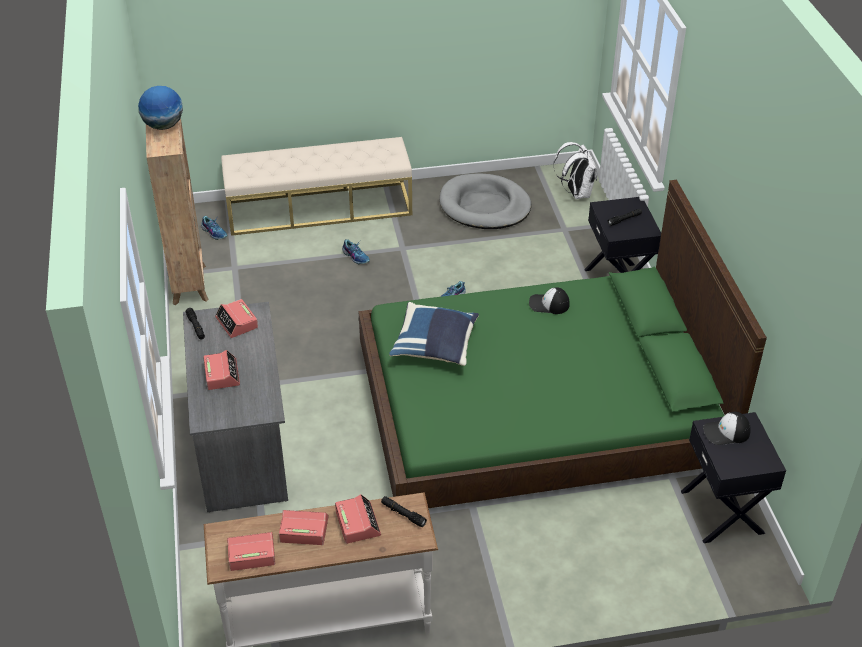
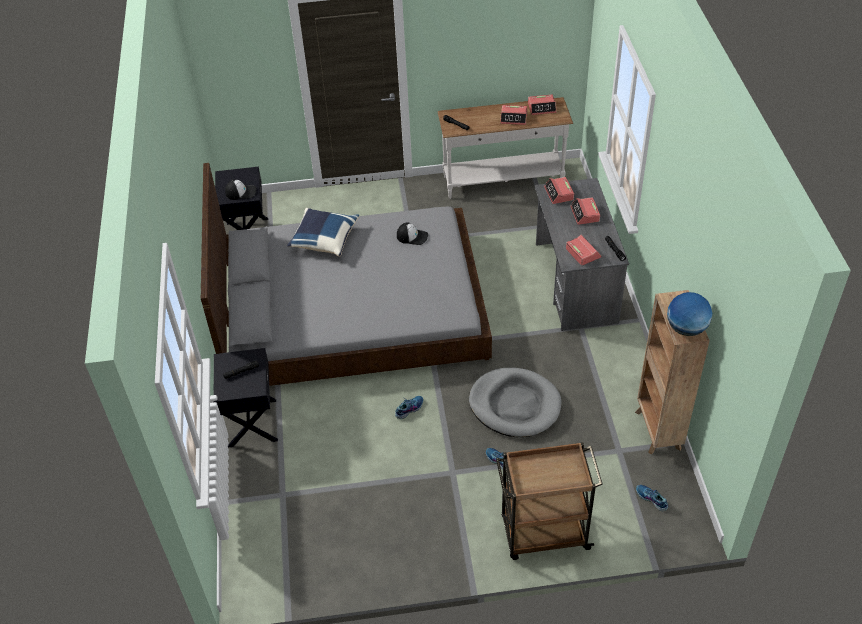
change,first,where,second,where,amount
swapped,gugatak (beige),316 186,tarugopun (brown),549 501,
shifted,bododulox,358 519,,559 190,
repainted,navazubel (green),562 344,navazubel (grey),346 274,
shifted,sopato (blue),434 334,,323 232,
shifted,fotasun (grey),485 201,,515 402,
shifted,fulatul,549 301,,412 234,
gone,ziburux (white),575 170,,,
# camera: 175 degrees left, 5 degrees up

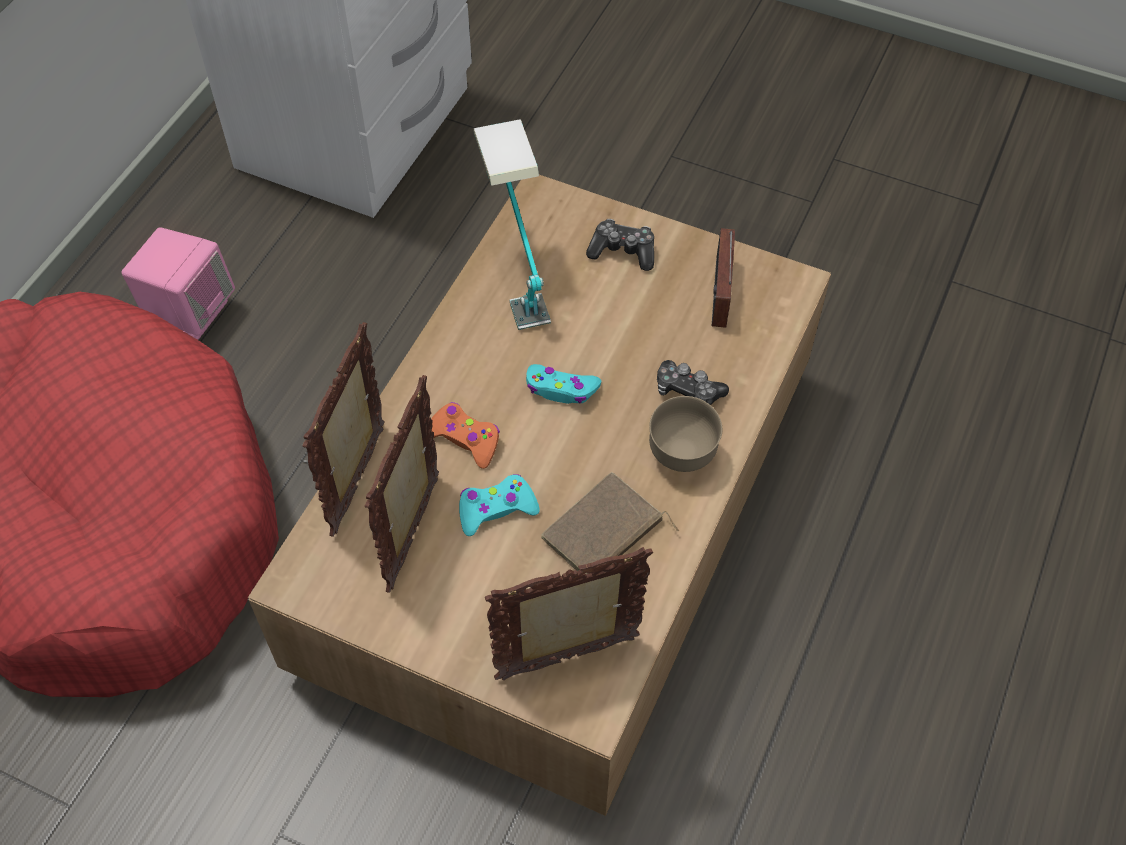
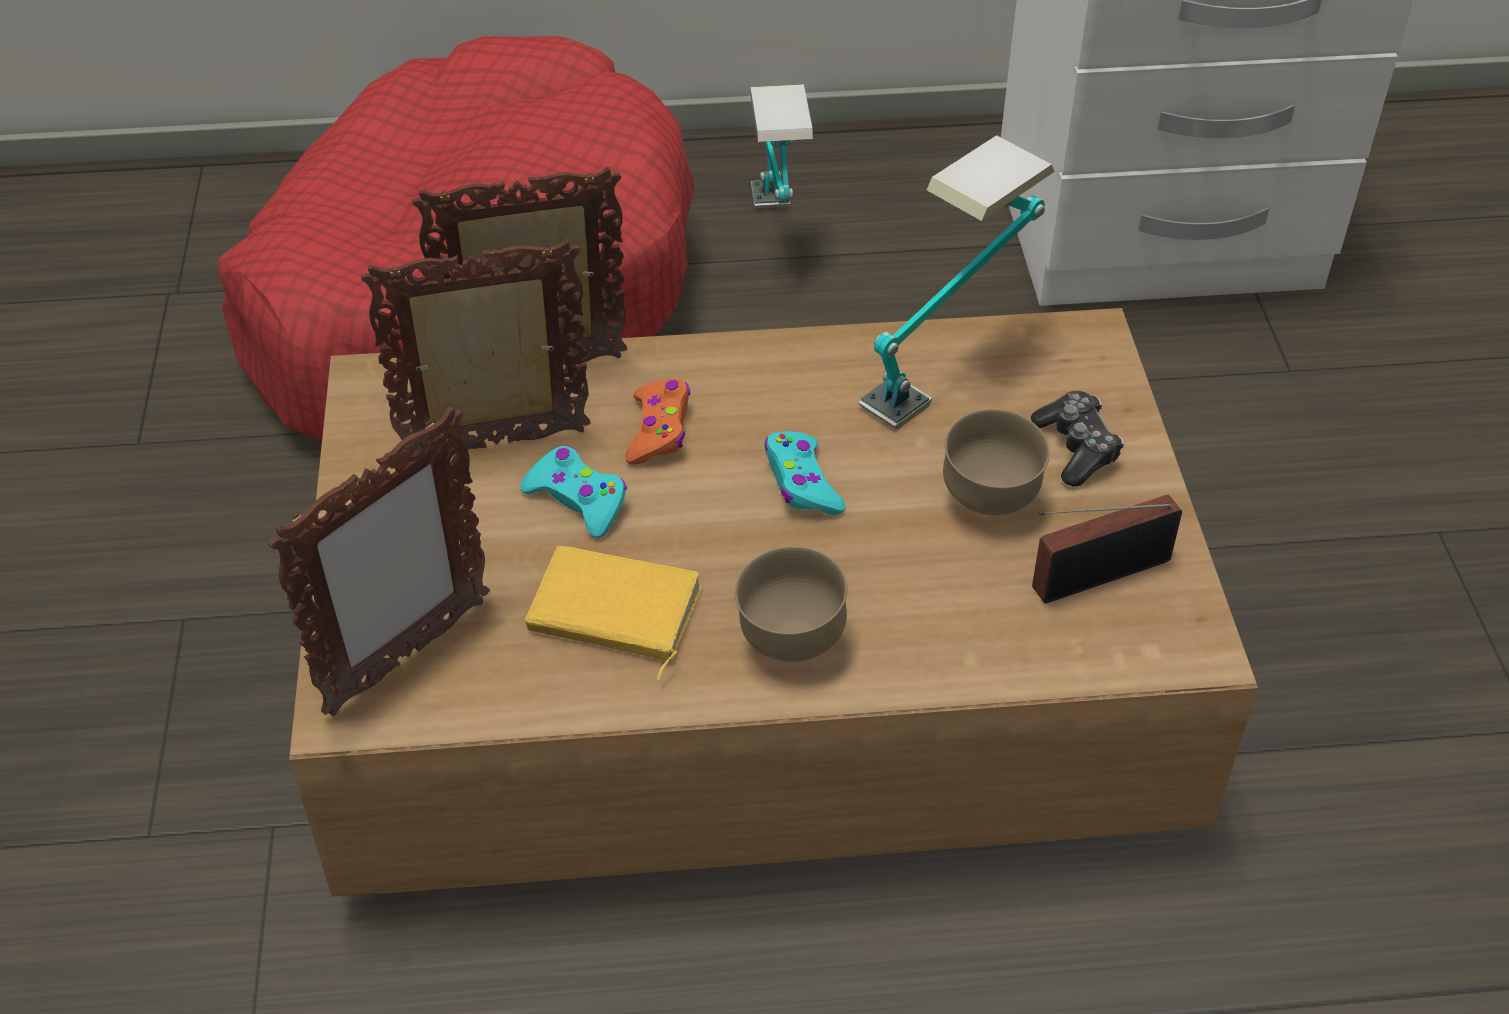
change,first,where,second,where,amount
swapped,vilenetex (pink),178 283,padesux,781 146,
rotated,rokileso,569 613,,379 561,90 degrees clockwise
repainted,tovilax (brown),610 523,tovilax (yellow),614 613,
gone,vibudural,693 382,,,
new,,,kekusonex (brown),996 462,
# camera: 60 degrees right, 10 degrees down

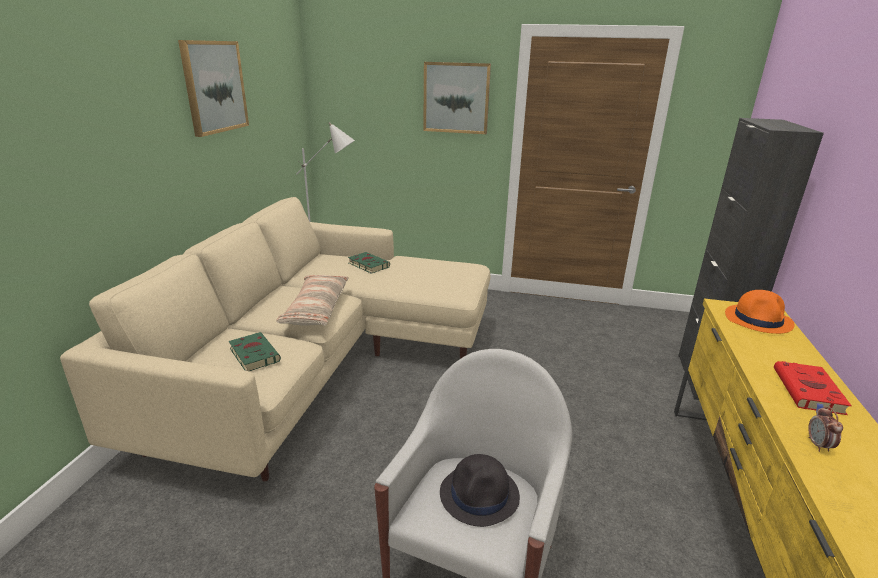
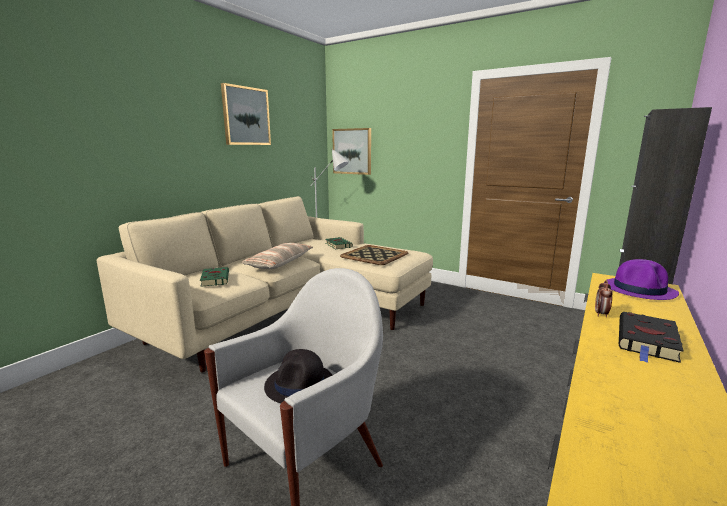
change,first,where,second,where,amount
shifted,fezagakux,457 98,,351 151,
repainted,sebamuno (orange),760 312,sebamuno (purple),641 279,
repainted,tovilax (red),813 388,tovilax (black),651 337,
shifted,bododulox,825 429,,604 298,
new,,,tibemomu,374 255,
# camera: 20 degrees right, 10 degrees down

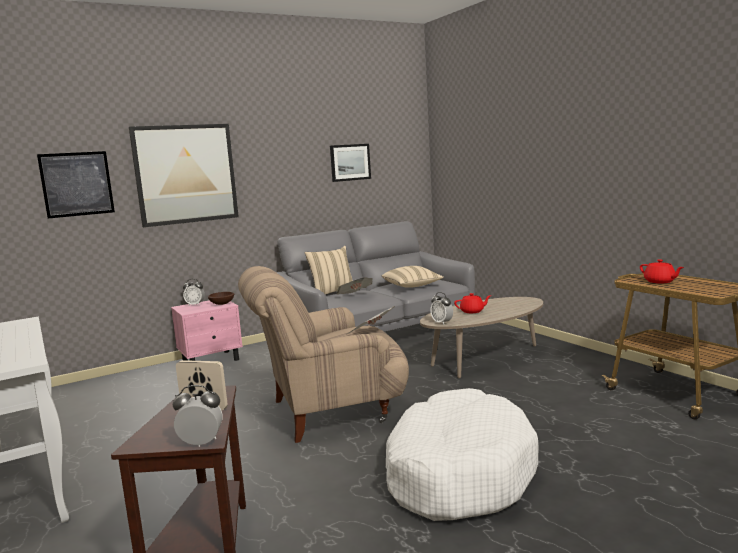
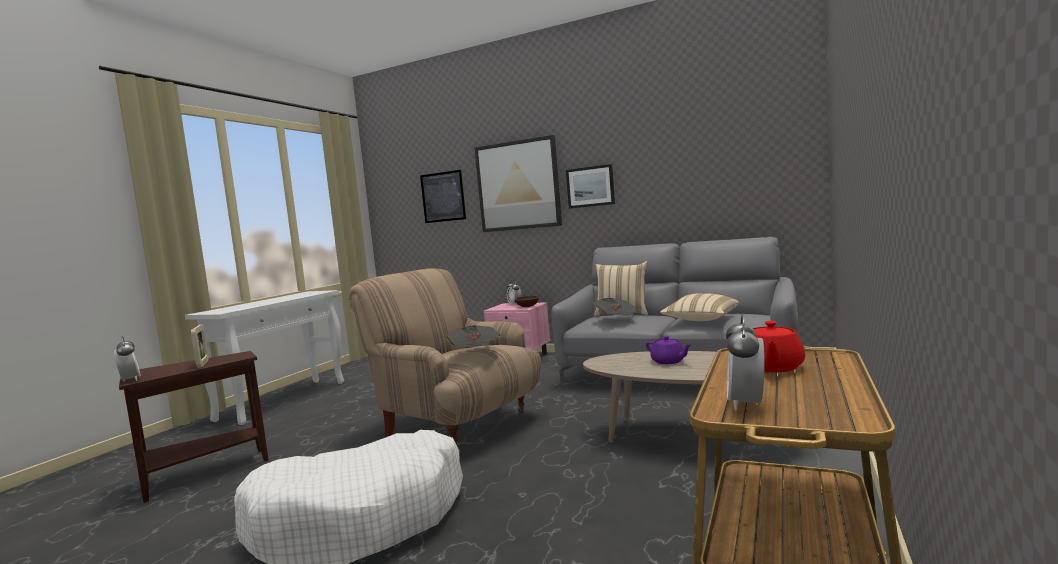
change,first,where,second,where,amount
shifted,fezagakux,350 163,,590 186,
shifted,bododulox,441 308,,745 362,
repainted,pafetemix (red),472 303,pafetemix (purple),669 350,
# camera: 55 degrees right, 5 degrees down

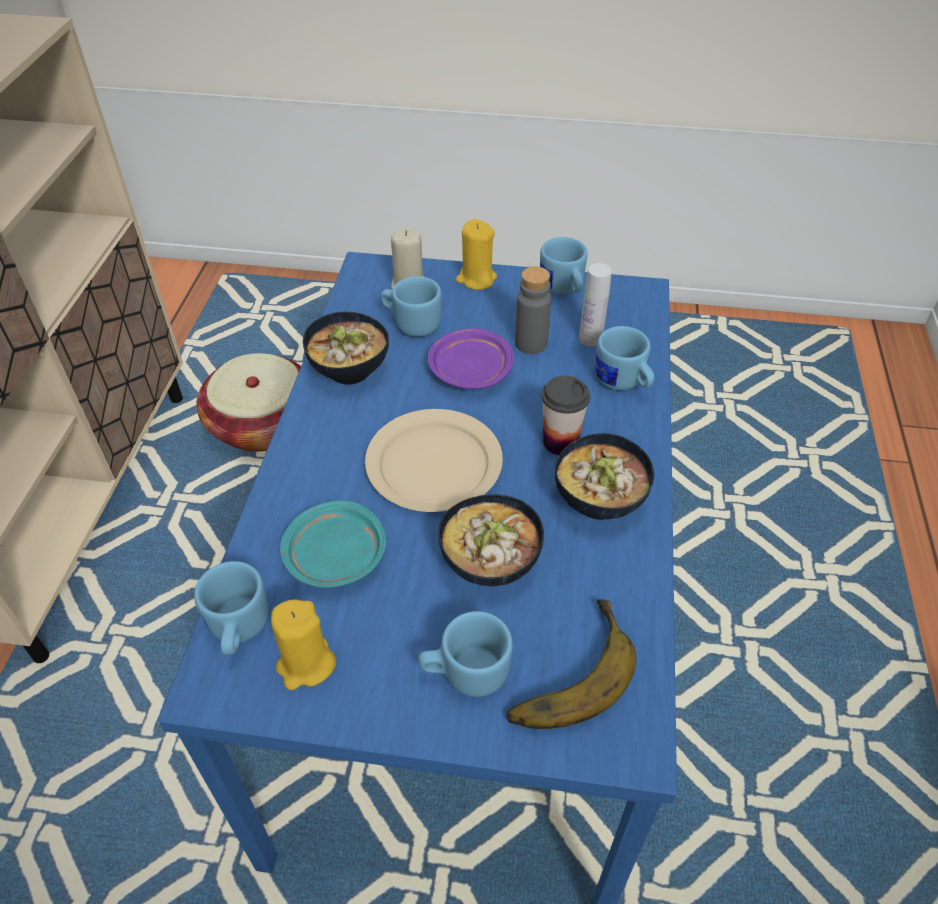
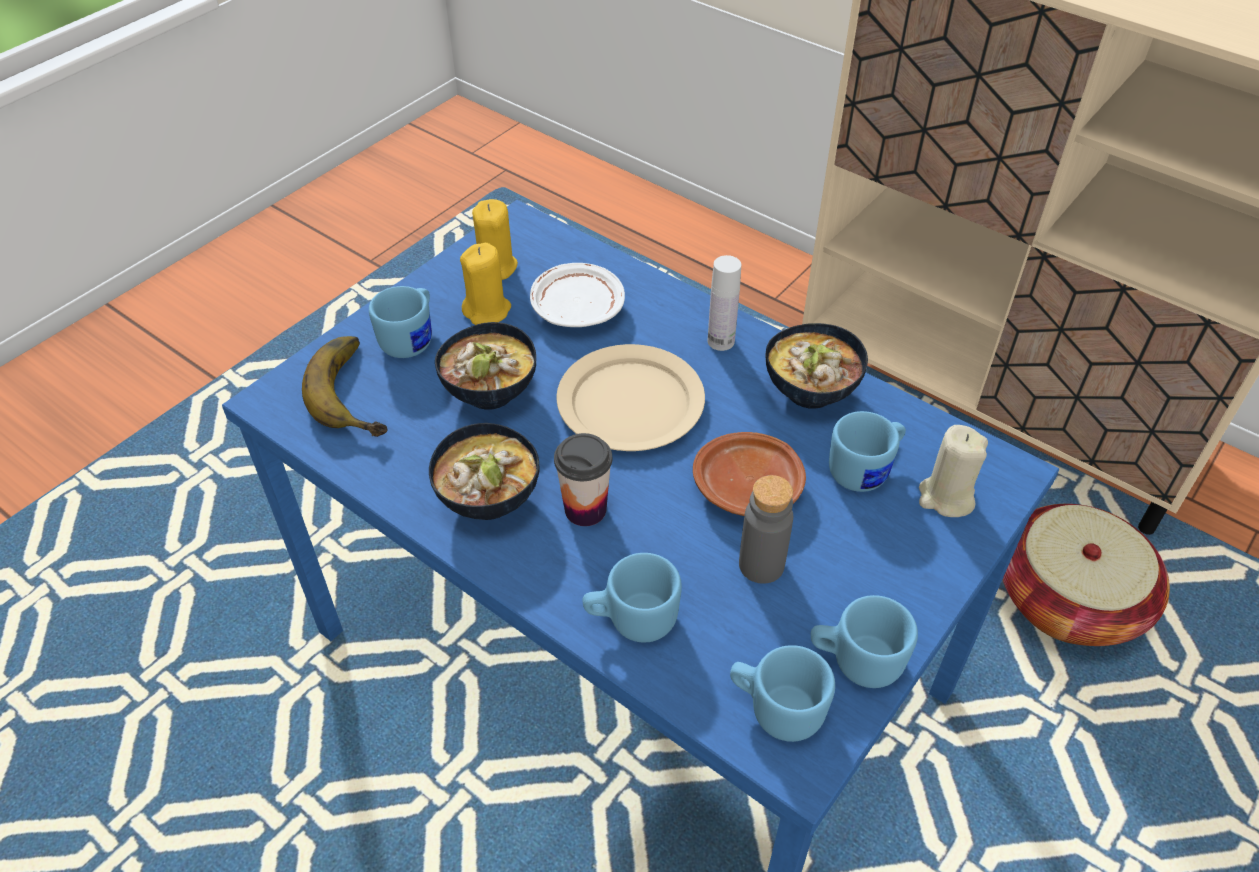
change,first,where,second,where,amount
shifted,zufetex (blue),231 608,,782 693,
repainted,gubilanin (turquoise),333 544,gubilanin (white),577 295,
repainted,gubilanin (purple),471 358,gubilanin (brown),749 474,
shifted,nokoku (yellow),476 254,,485 284,
shifted,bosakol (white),595 305,,724 303,
# camera: 120 degrees right, 0 degrees up

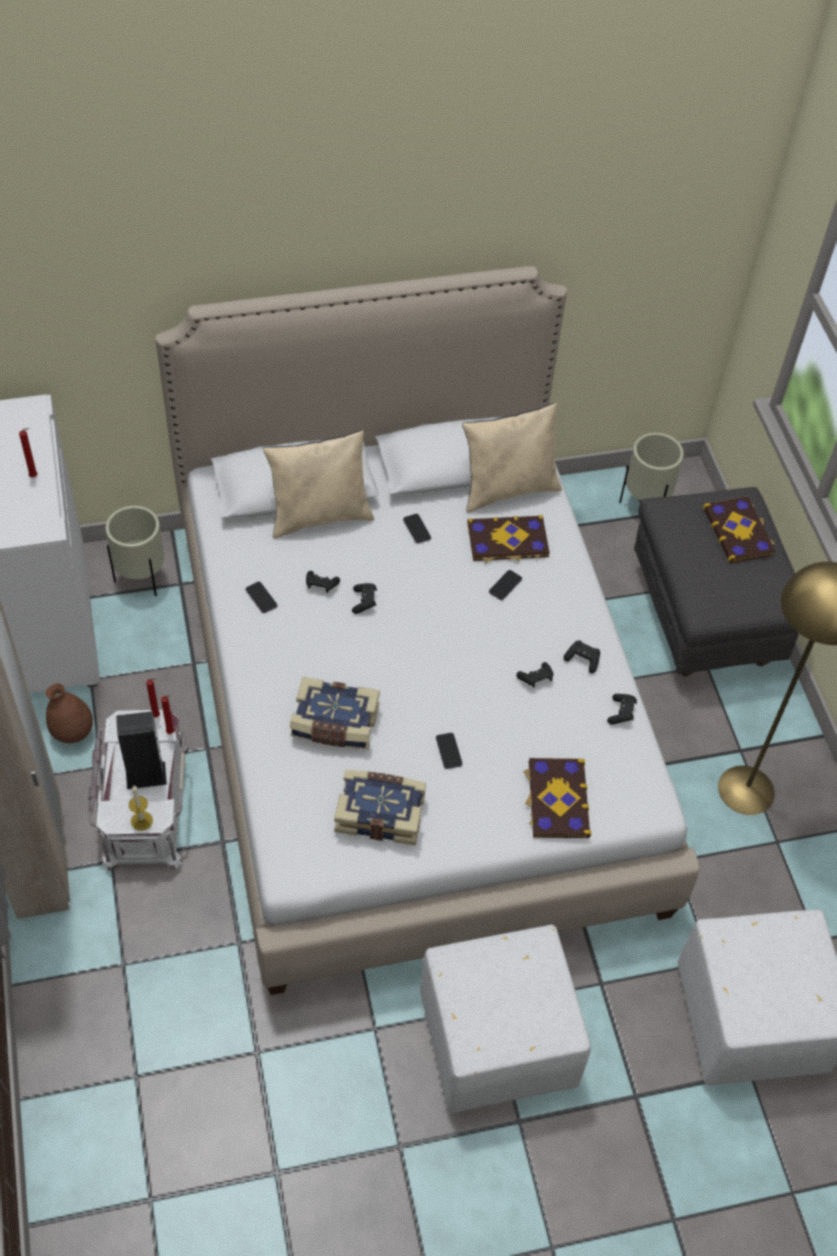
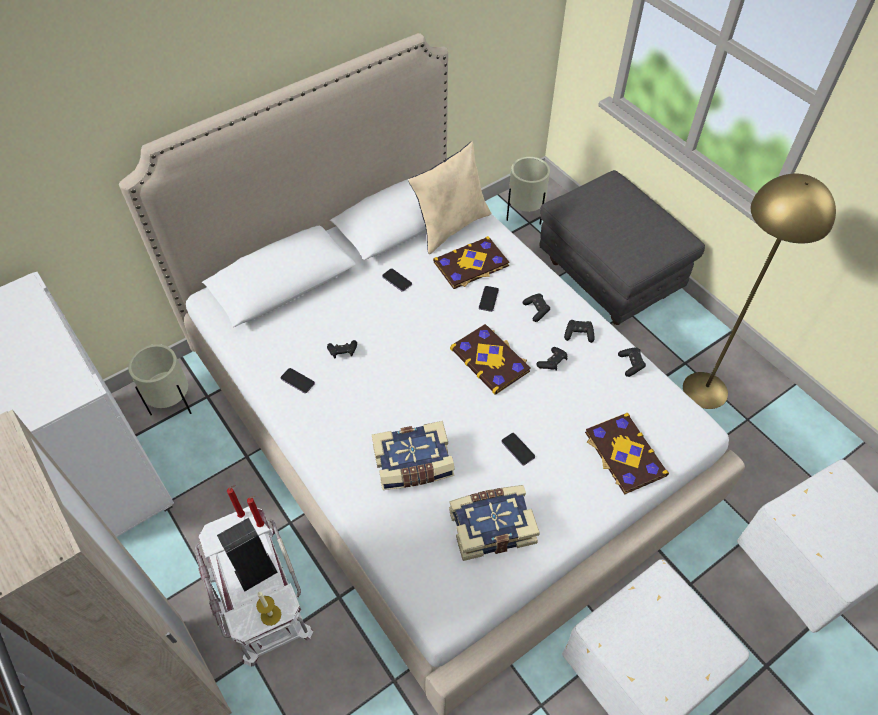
change,first,where,second,where,amount
gone,nokoku (red),28 452,,,
gone,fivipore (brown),69 713,,,
gone,sopato (beige),318 484,,,
shifted,vibudural (black),364 598,,536 308,
shifted,tovilax,739 529,,490 359,
# camera: 20 degrees left, 0 degrees up

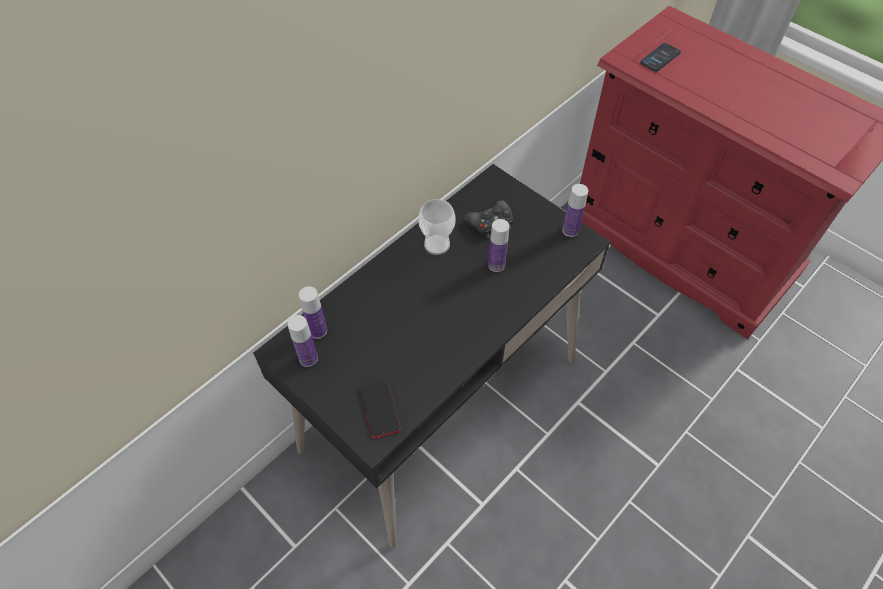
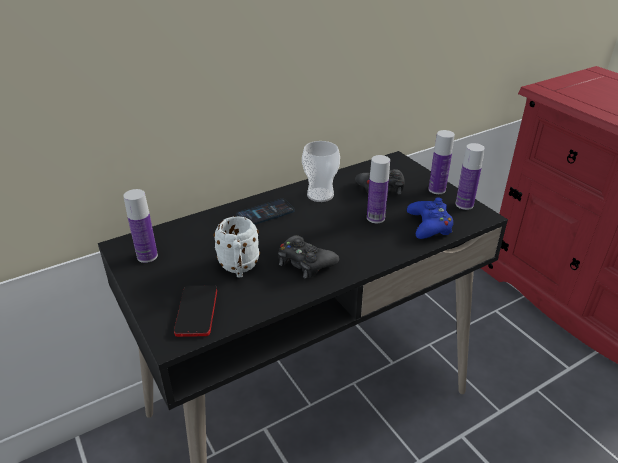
change,first,where,second,where,amount
shifted,bosakol,313 312,,442 162,
shifted,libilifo,660 57,,265 212,
new,,,zufetex (white),237 246,
new,,,vibudural (black),308 257,
new,,,vibudural (blue),430 218,
# camera: 15 degrees right, 20 degrees down

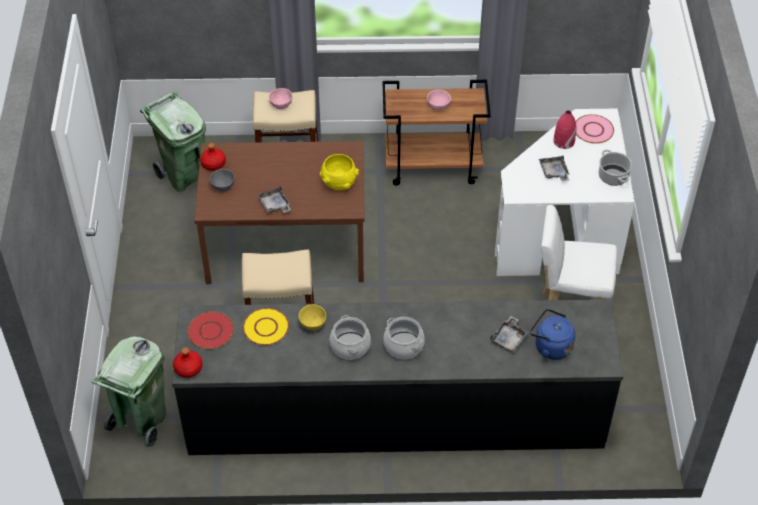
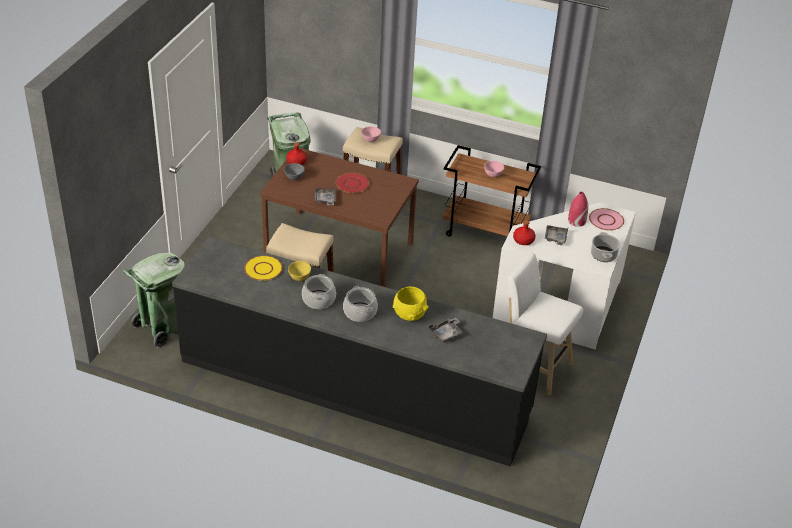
change,first,where,second,where,amount
shifted,bosakol (red),188 362,,524 232,
shifted,gubilanin (red),211 330,,353 183,
shifted,kekusonex (yellow),339 172,,411 304,
gone,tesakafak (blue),552 334,,,
# camera: 20 degrees right, 10 degrees down

